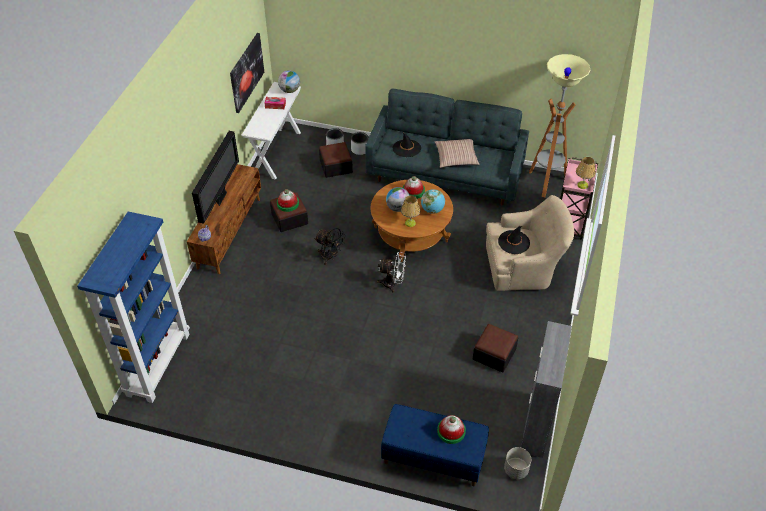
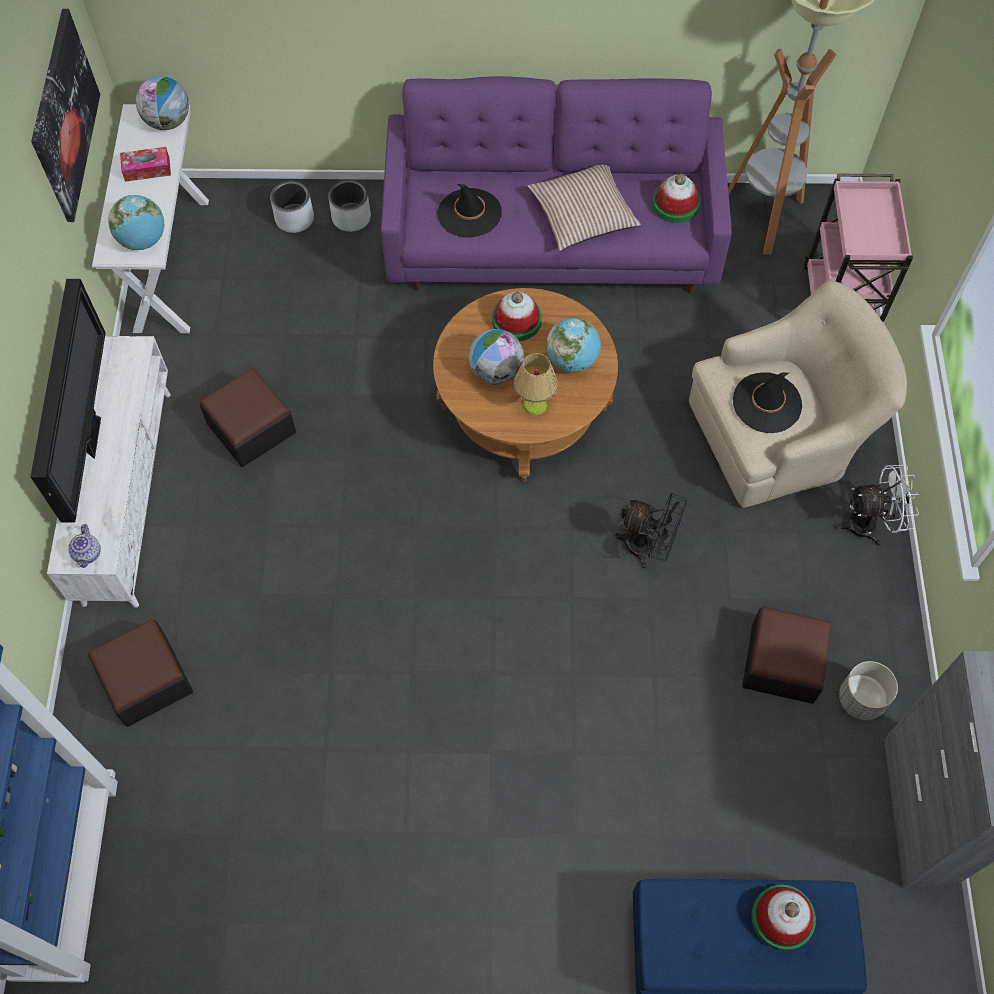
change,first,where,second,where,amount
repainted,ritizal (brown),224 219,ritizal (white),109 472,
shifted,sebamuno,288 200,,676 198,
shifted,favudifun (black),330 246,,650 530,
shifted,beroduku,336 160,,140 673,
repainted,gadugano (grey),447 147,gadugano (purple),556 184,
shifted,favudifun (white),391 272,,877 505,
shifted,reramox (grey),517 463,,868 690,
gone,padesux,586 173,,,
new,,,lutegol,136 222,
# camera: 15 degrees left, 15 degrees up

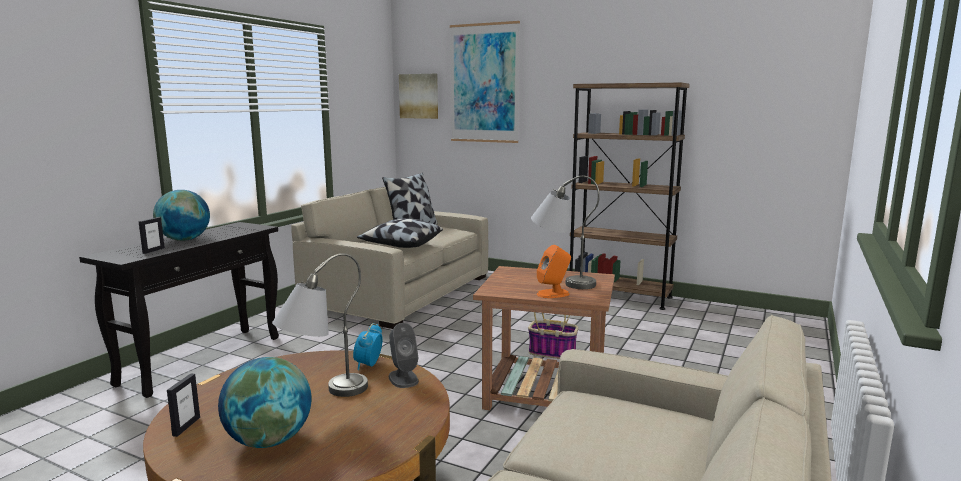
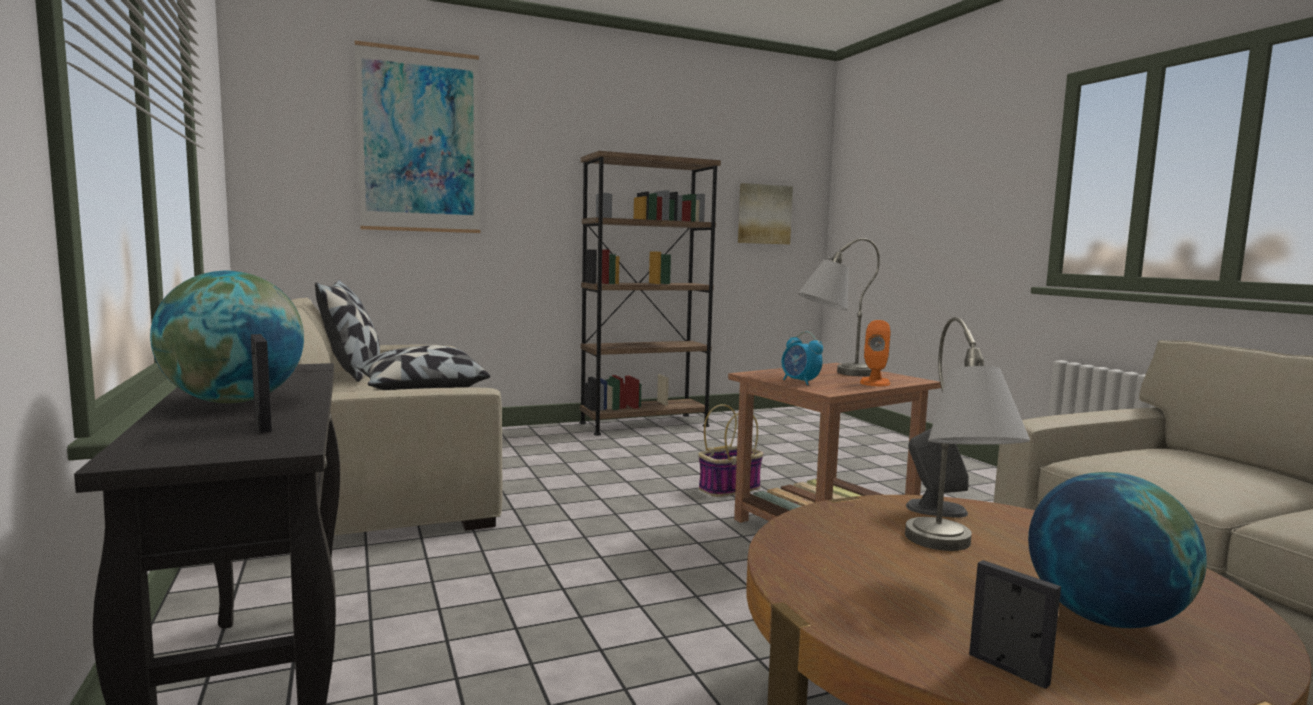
change,first,where,second,where,amount
shifted,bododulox,368 346,,802 358,
shifted,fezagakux,418 96,,765 213,
# camera: 50 degrees left, 5 degrees down

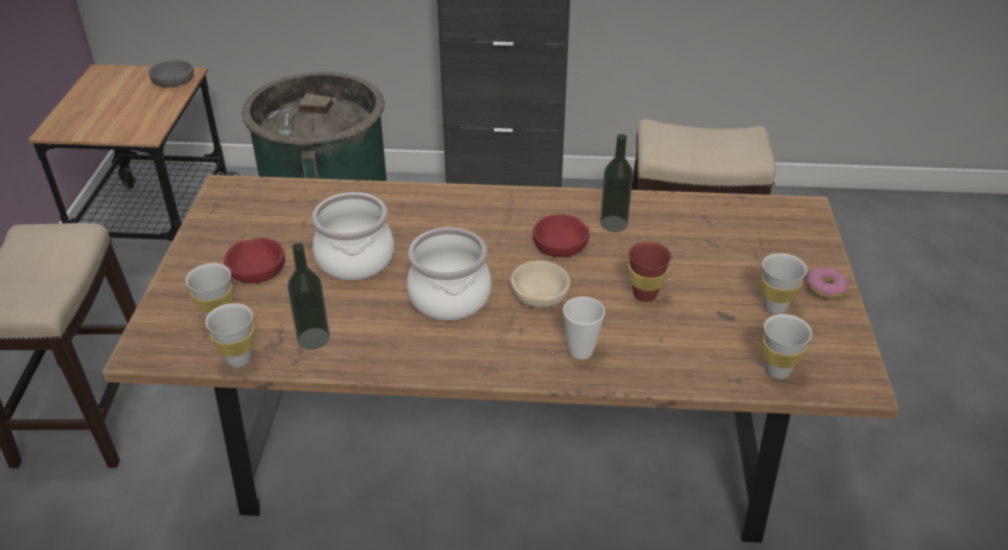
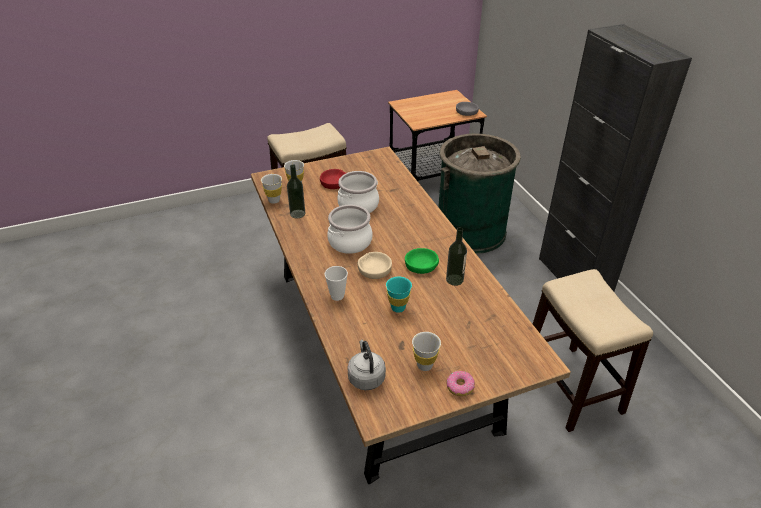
change,first,where,second,where,amount
repainted,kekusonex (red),561 235,kekusonex (green),422 261,
repainted,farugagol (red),650 272,farugagol (turquoise),399 294,
swapped,farugagol (white),787 346,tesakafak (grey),366 365,
# camera: 65 degrees right, 0 degrees up

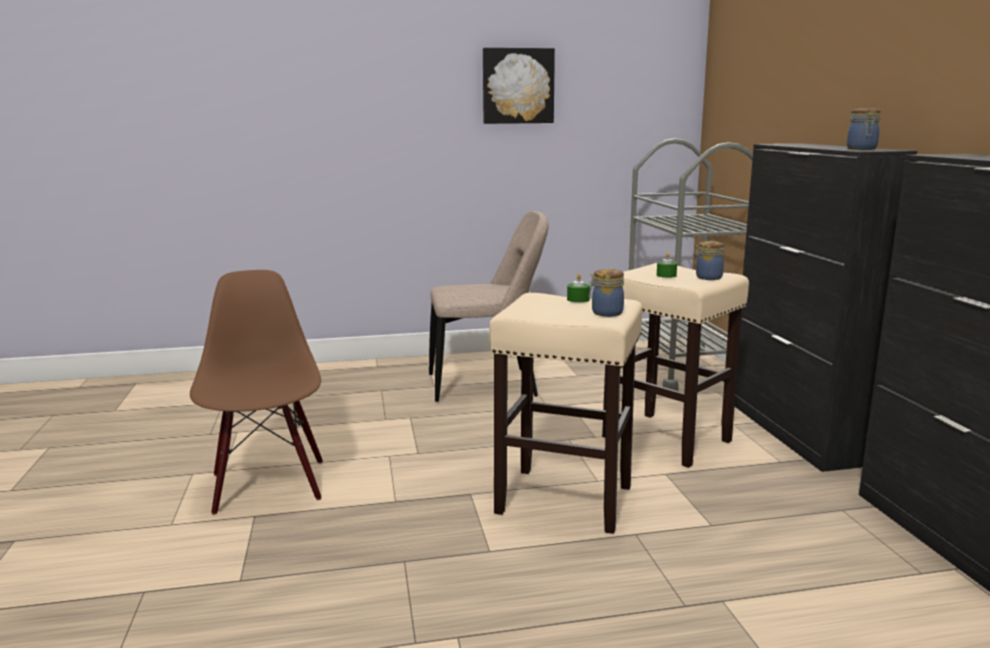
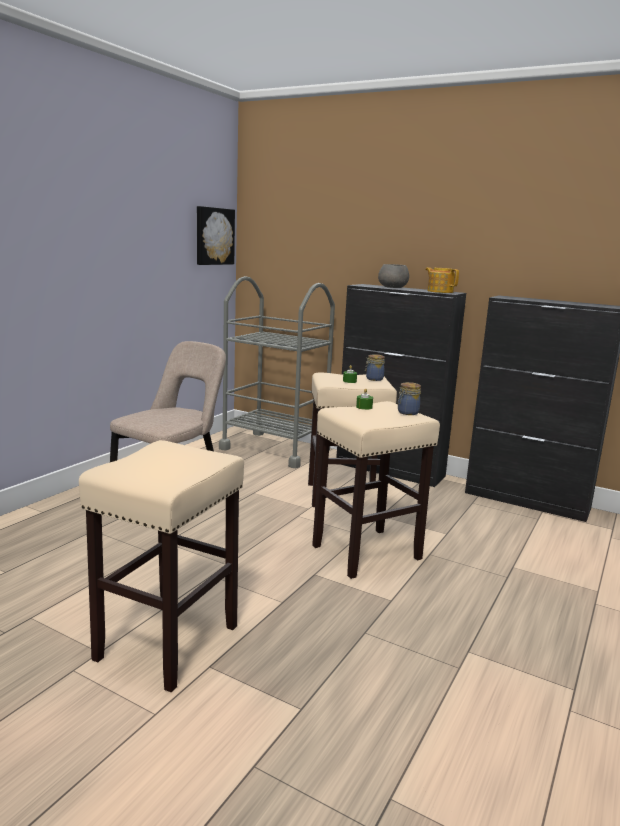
change,first,where,second,where,amount
swapped,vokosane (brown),256 392,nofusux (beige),161 566,
shifted,fezagakux,519 86,,216 235,
swapped,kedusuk,864 129,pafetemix,442 280,
new,,,kekusonex (grey),393 276,
# camera: 50 degrees left, 0 degrees up

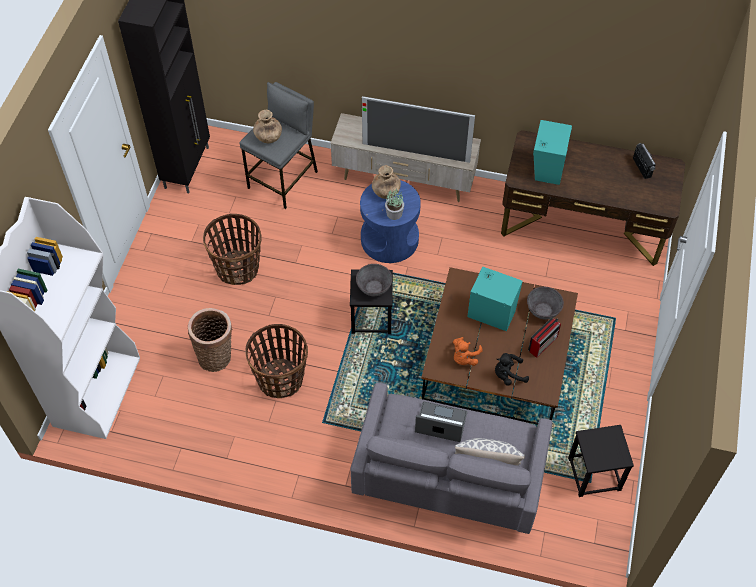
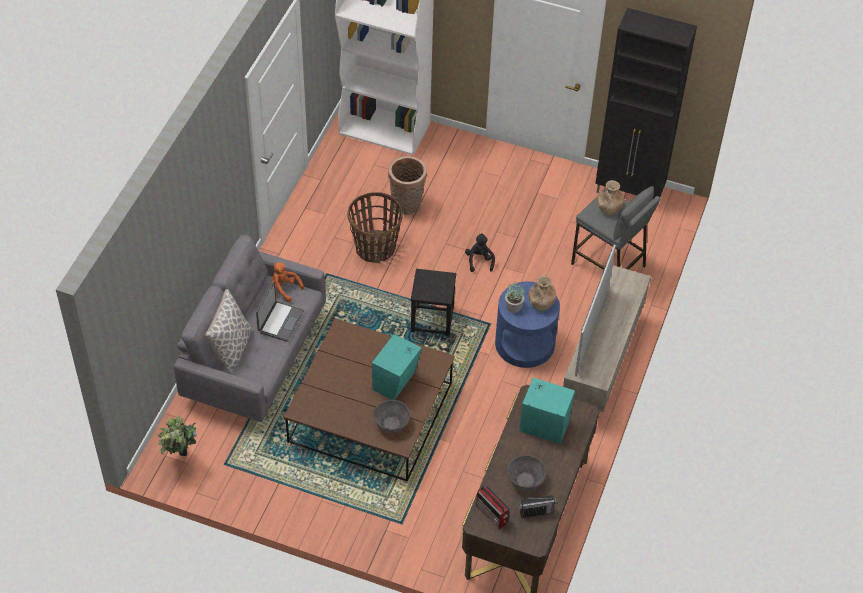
change,first,where,second,where,amount
gone,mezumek,232 249,,,
shifted,kekusonex (grey),374 280,,526 472,
shifted,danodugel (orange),468 351,,286 282,
shifted,danodugel (black),512 369,,480 252,
shifted,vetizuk,544 338,,493 507,
gone,nofusux (black),601 461,,,
new,,,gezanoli,177 435,
# camera: 95 degrees right, 5 degrees down

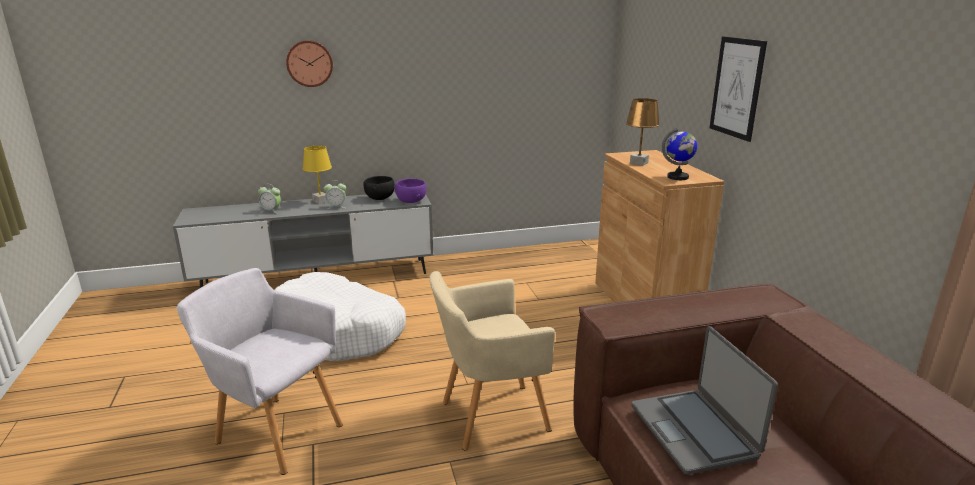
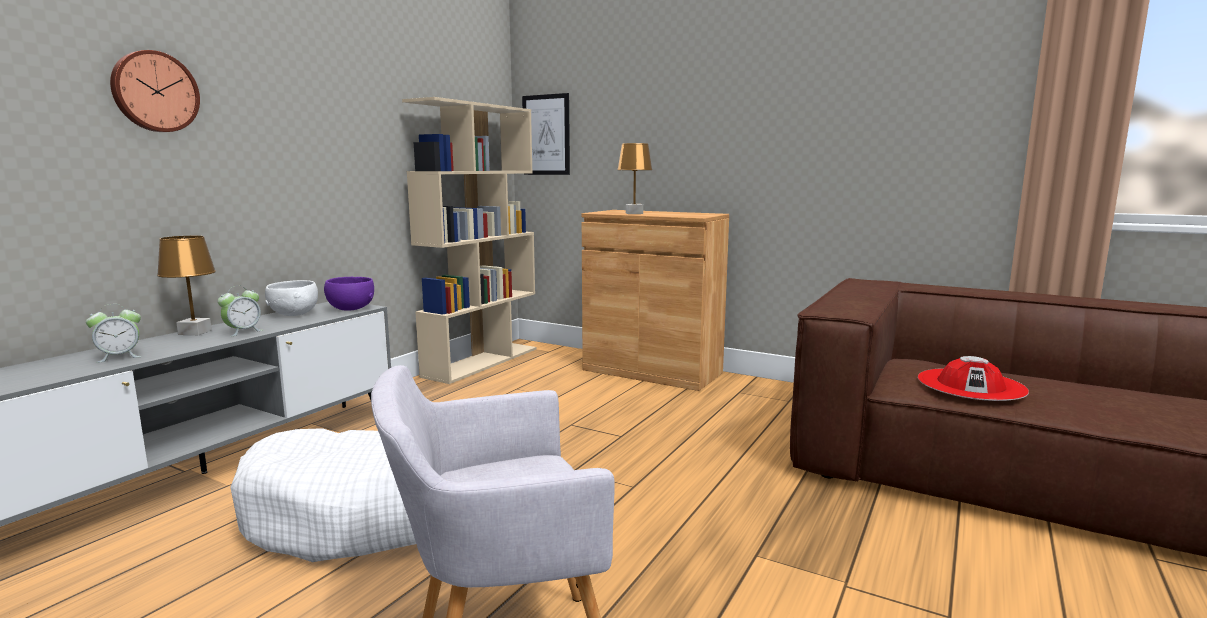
change,first,where,second,where,amount
repainted,padesux (yellow),317 175,padesux (brown),186 285,
repainted,kekusonex (black),379 188,kekusonex (white),291 298,
gone,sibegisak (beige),492 361,,,
swapped,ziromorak,705 400,sebamuno (red),973 378,
gone,lutegol,679 154,,,
shifted,fezagakux,738 89,,546 134,
new,,,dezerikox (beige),469 240,
# camera: 45 degrees left, 10 degrees down

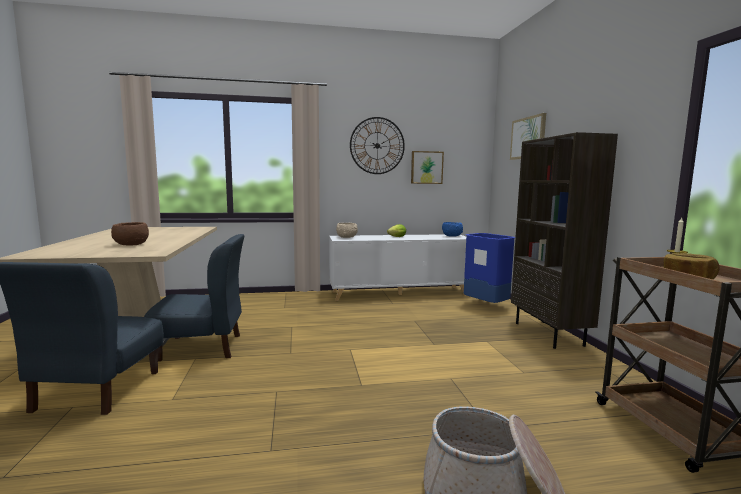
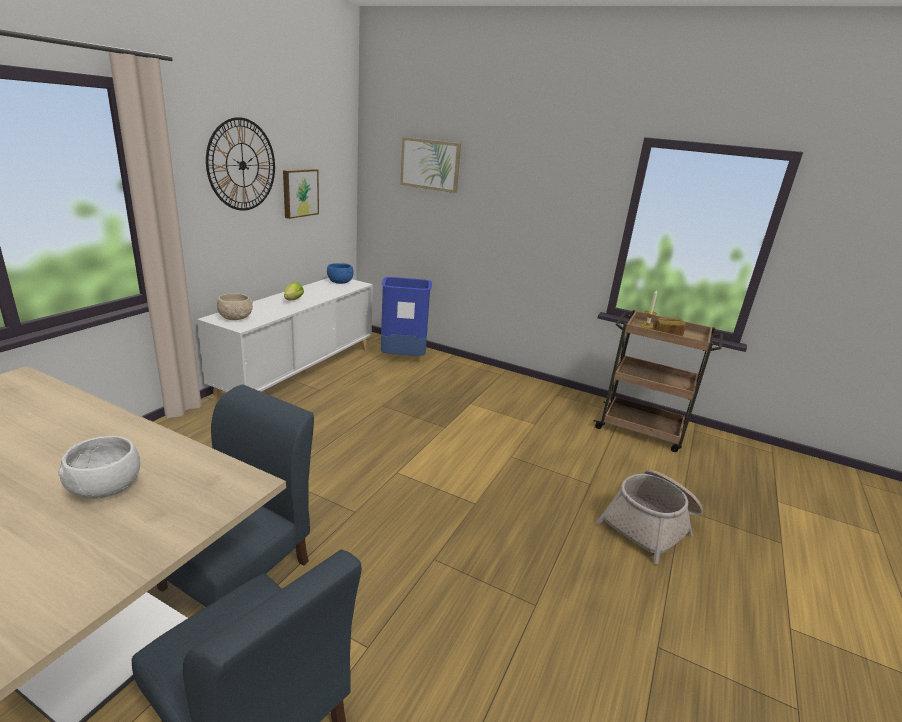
change,first,where,second,where,amount
repainted,kekusonex (brown),130 234,kekusonex (white),99 467,
gone,dezerikox (brown),564 240,,,
# camera: 55 degrees left, 15 degrees up

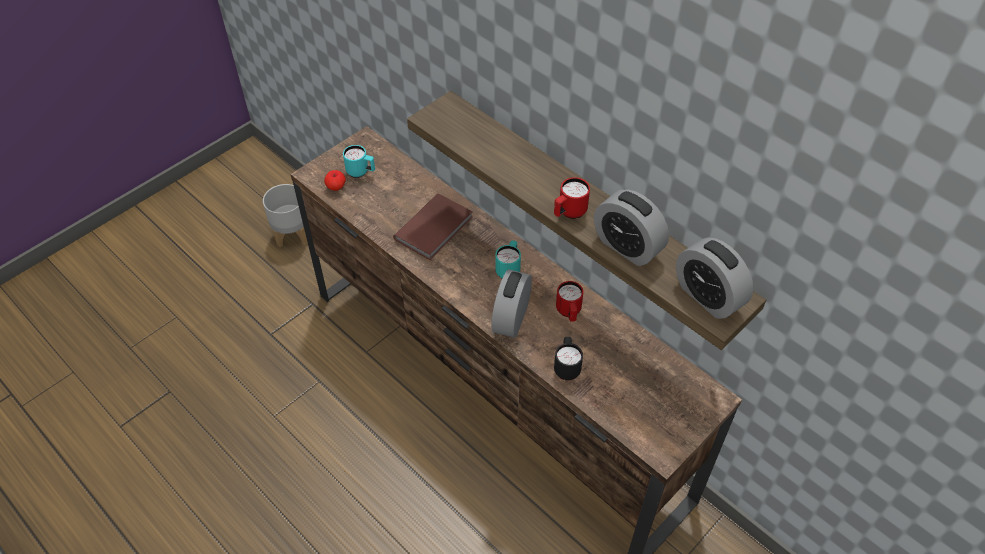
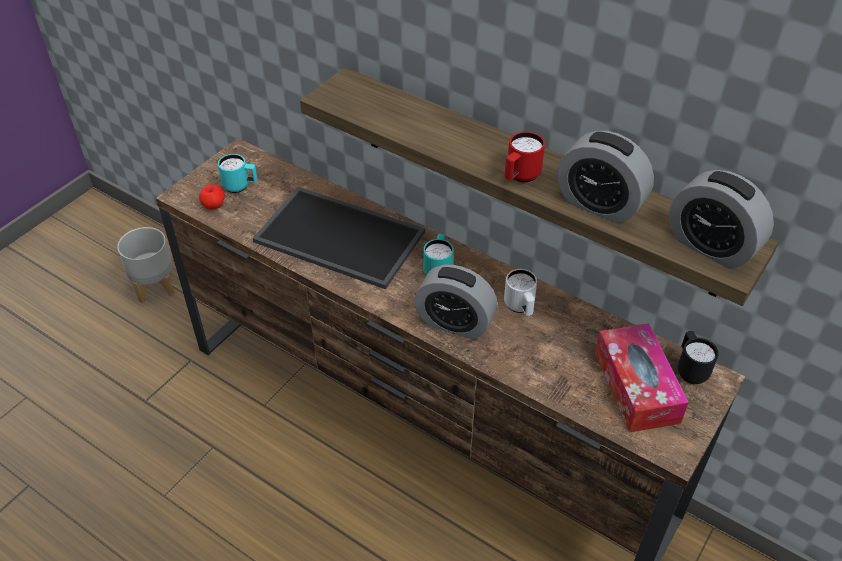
change,first,where,second,where,amount
swapped,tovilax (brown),433 226,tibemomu,339 238,
rotated,bododulox,511 303,,455 302,75 degrees counterclockwise
shifted,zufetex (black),568 359,,698 357,
repainted,zufetex (red),569 301,zufetex (white),520 292,
new,,,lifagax,642 378,
# camera: 10 degrees left, 5 degrees down

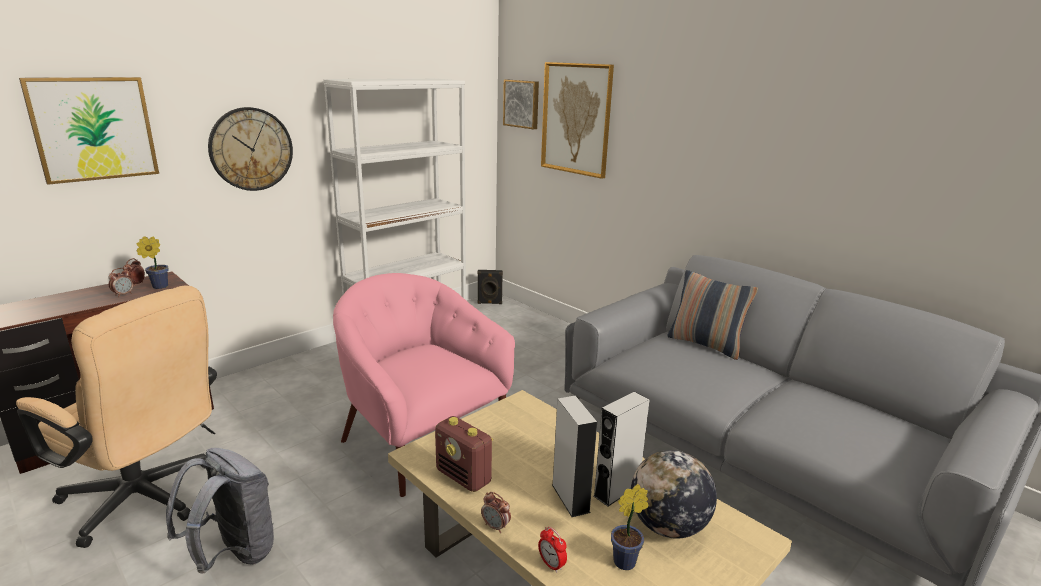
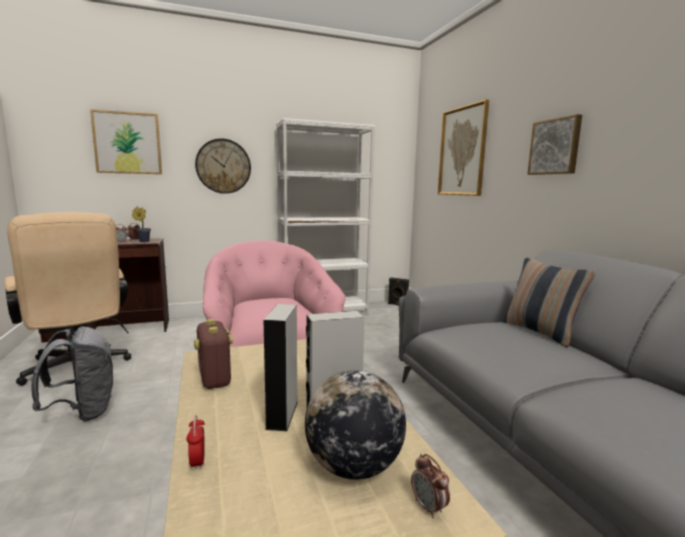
change,first,where,second,where,amount
shifted,bododulox,496 512,,430 486,
shifted,fezagakux,521 104,,554 144,
gone,gezanoli,629 527,,,
# camera: 25 degrees right, 10 degrees down

